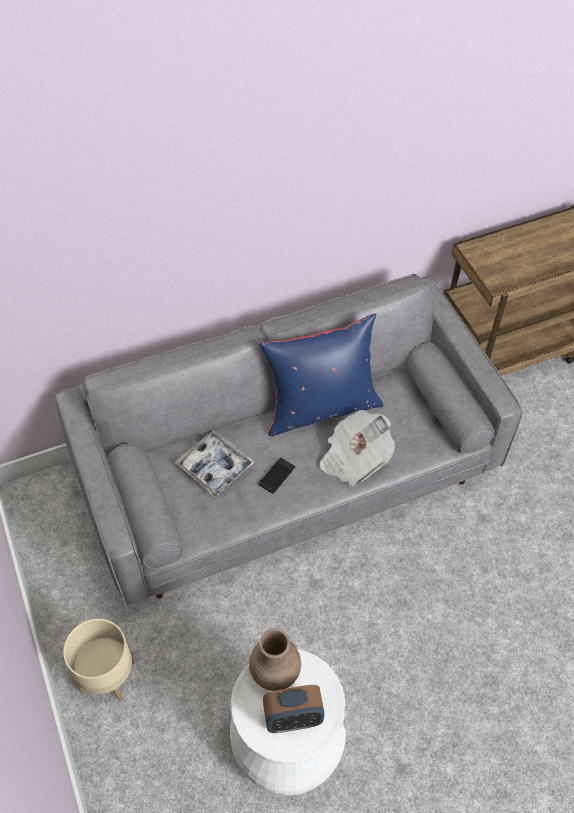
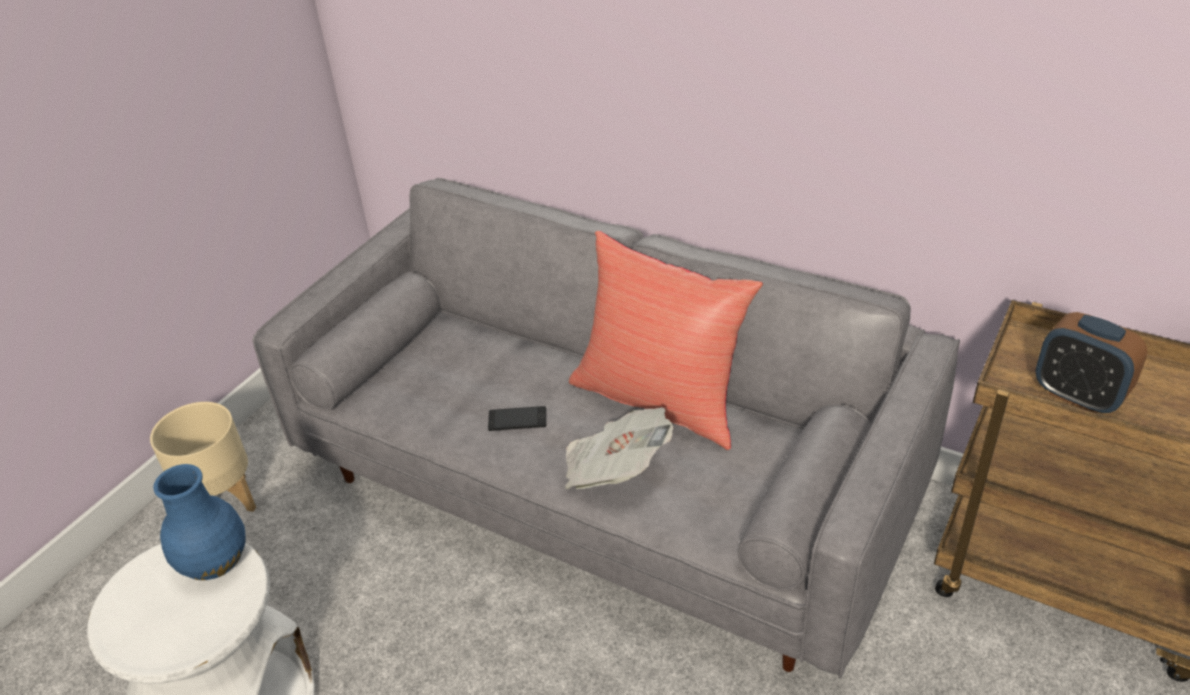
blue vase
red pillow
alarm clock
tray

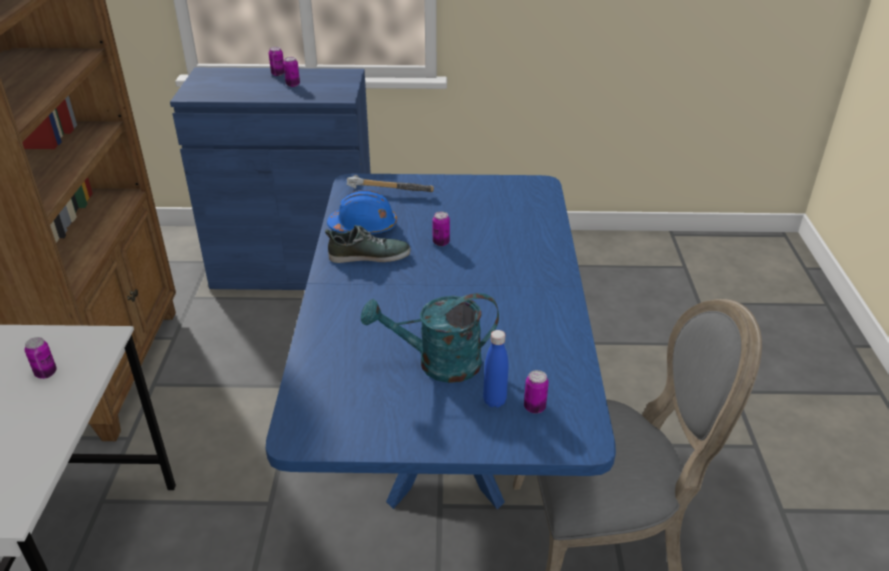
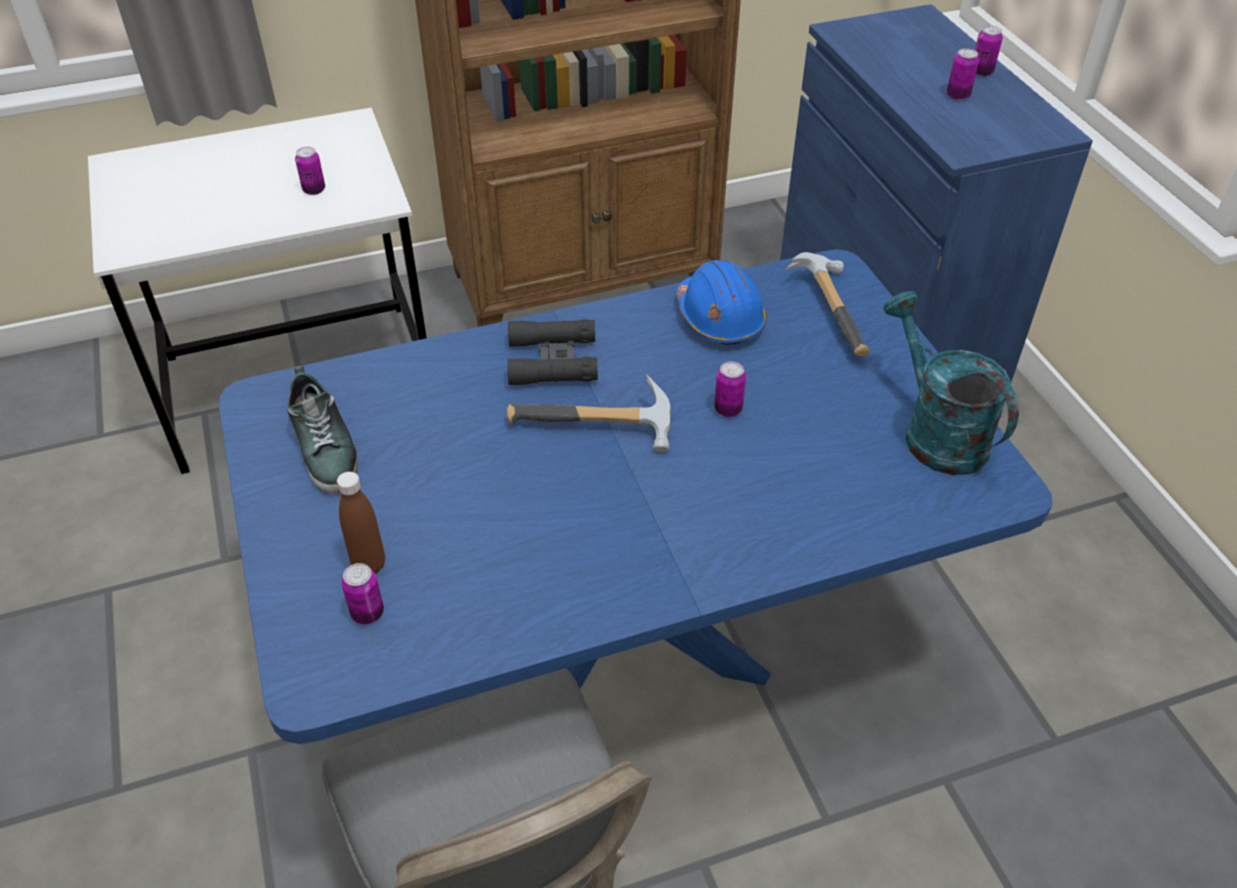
shoe
brown bottle
black binoculars
hammer (no. 1 from left)
turquoise watering can

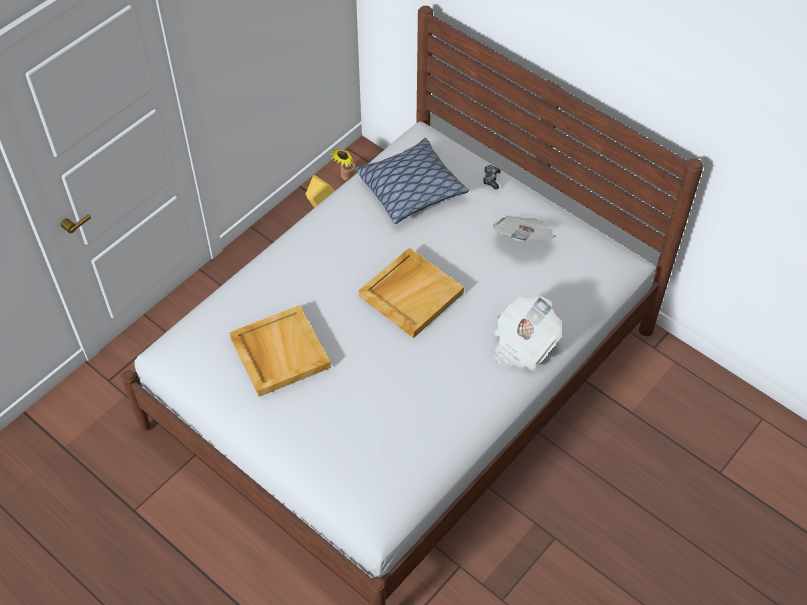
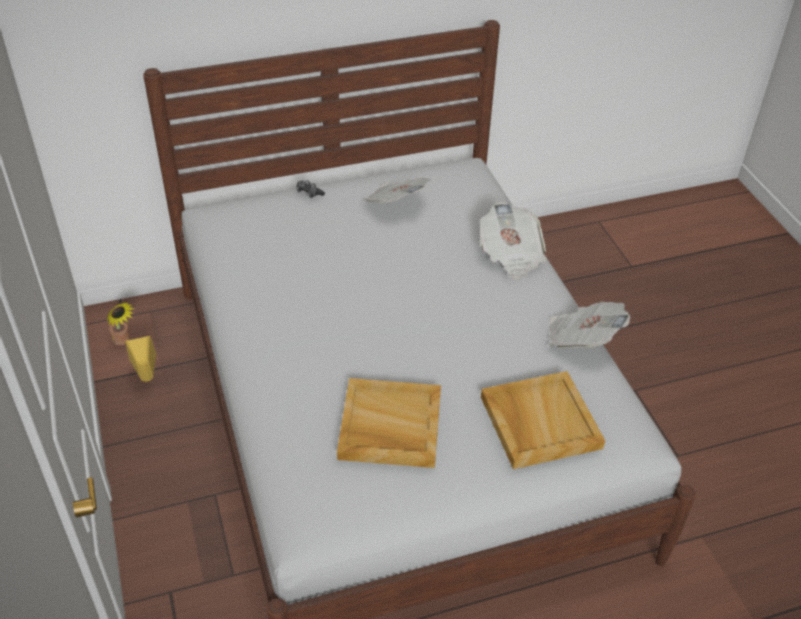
beige tray (no. 2 from left)
newspaper (no. 3 from left)
pillow

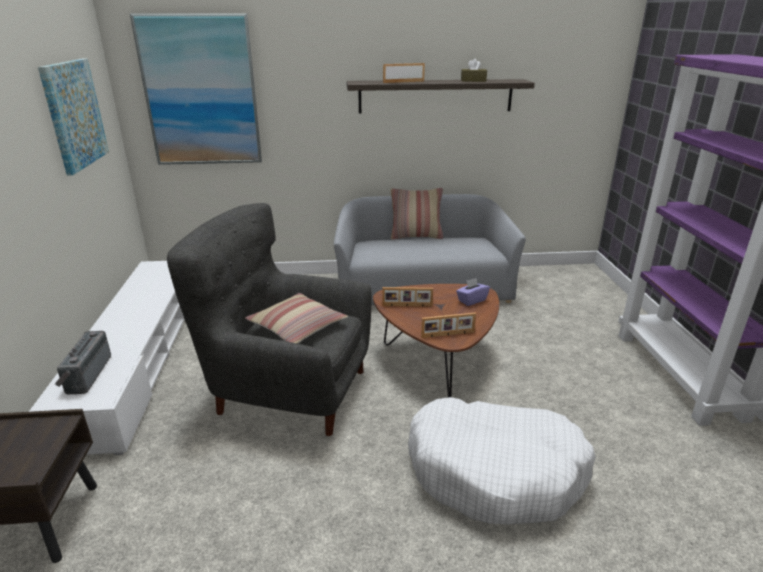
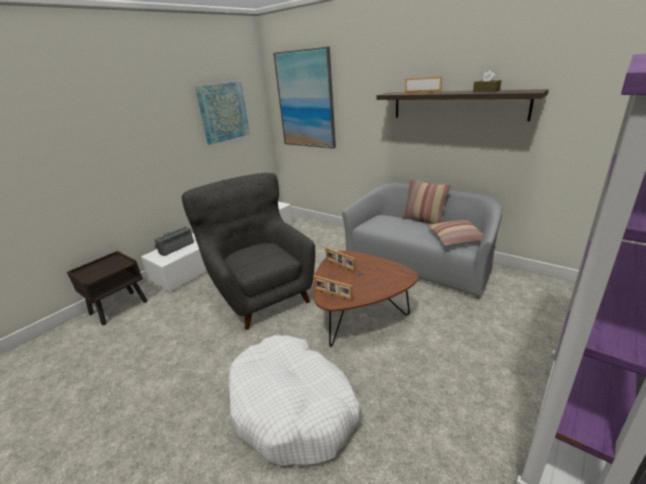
pillow (no. 2 from left)
purple tissue box

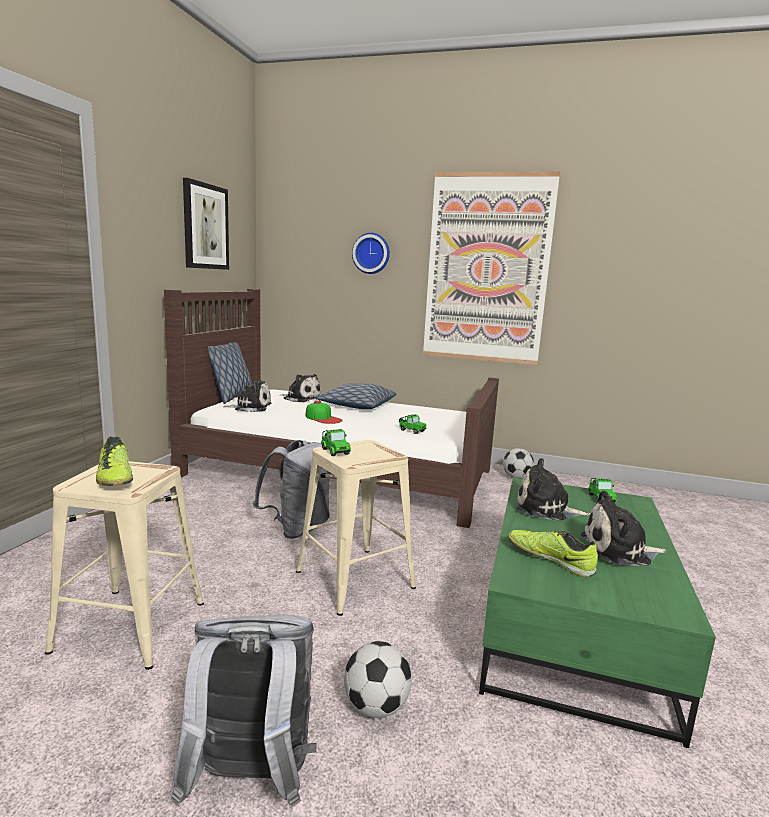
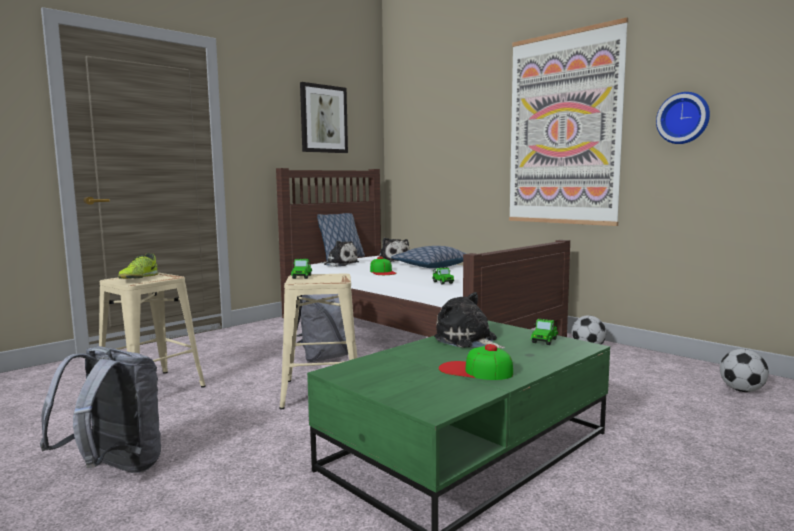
cap (no. 2 from left)
wall clock
football (no. 2 from left)
shoe (no. 2 from left in the first image)

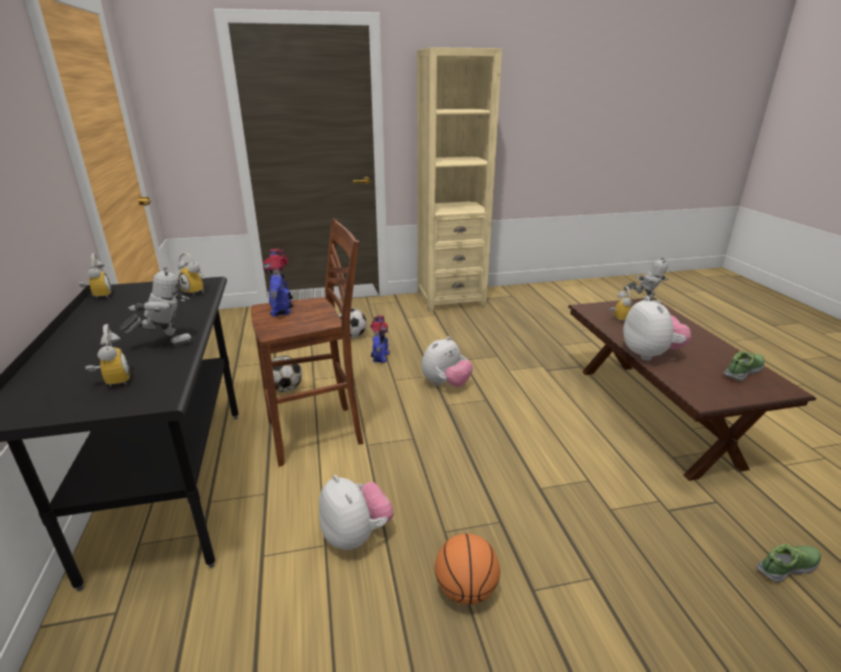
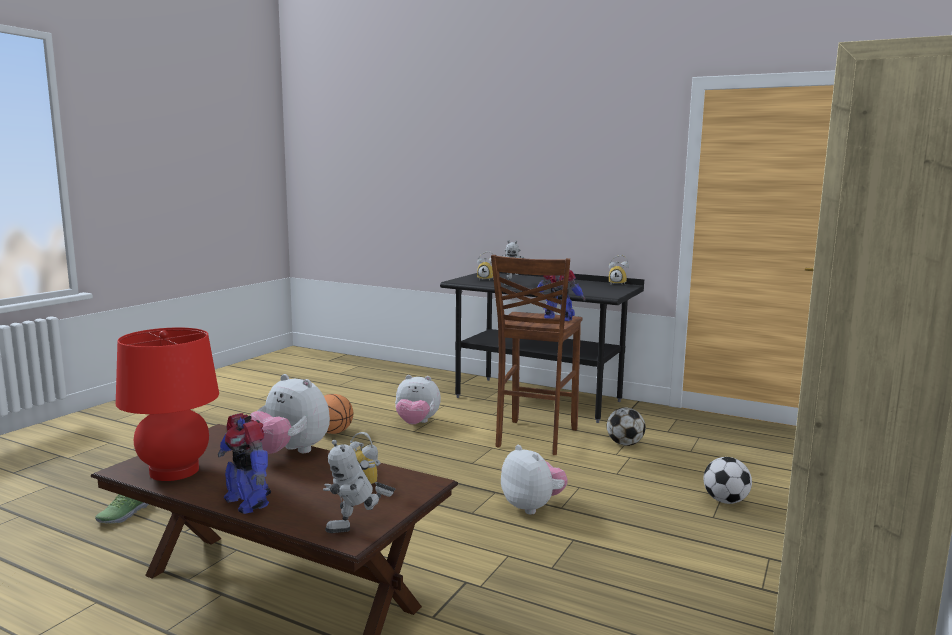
red table lamp
toy robot (no. 1 from left)
plush toy (no. 3 from left)
alarm clock (no. 3 from left in the first image)

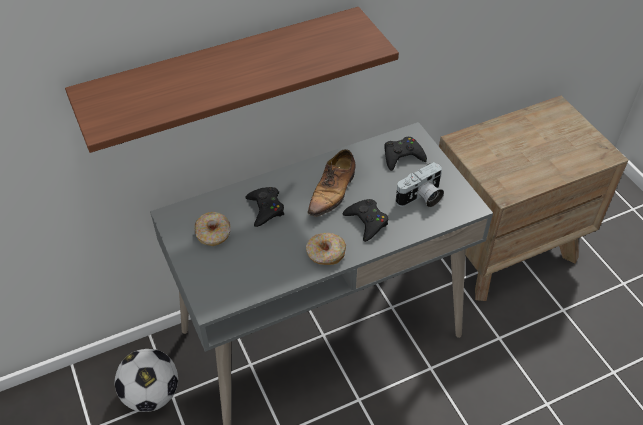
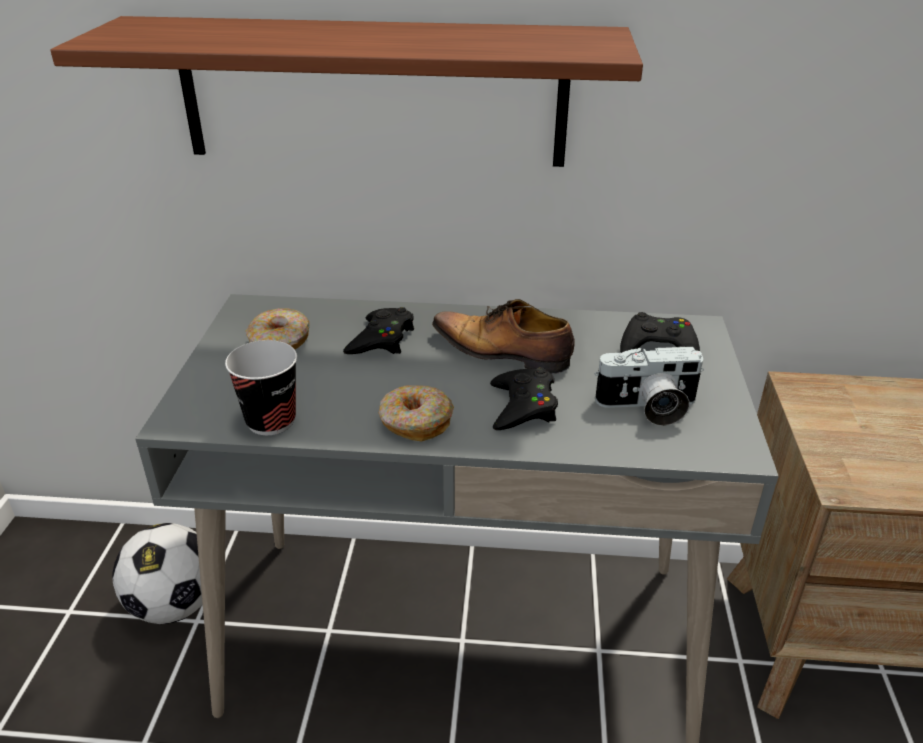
cup
shoe

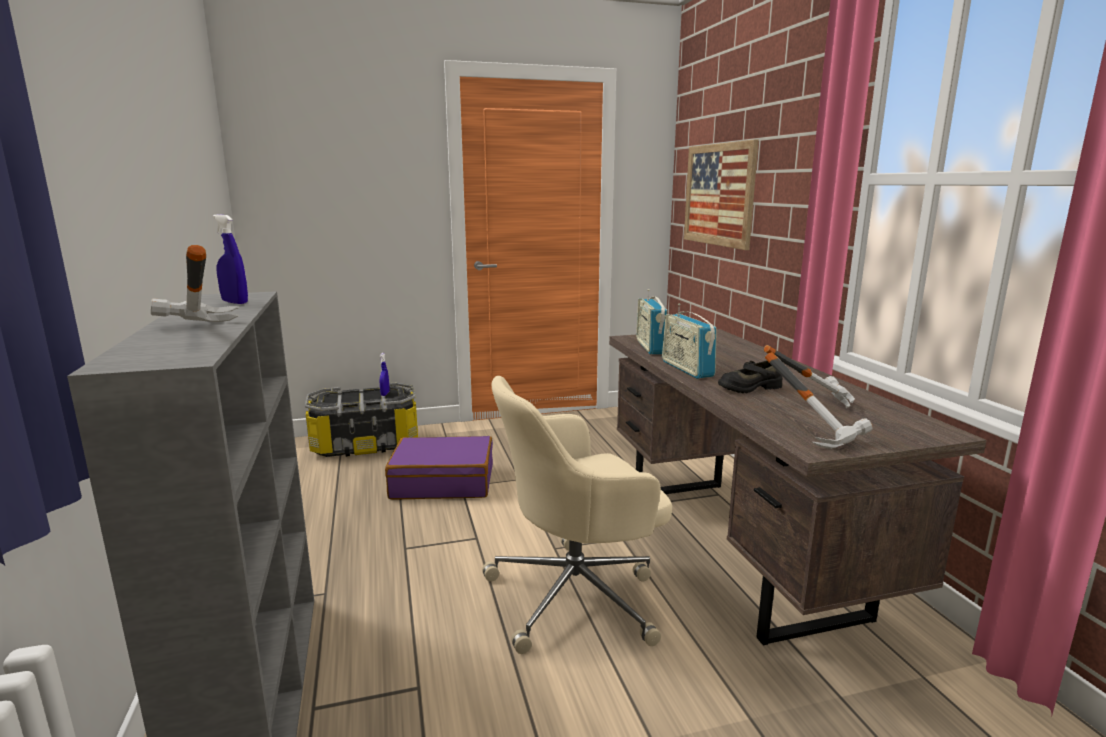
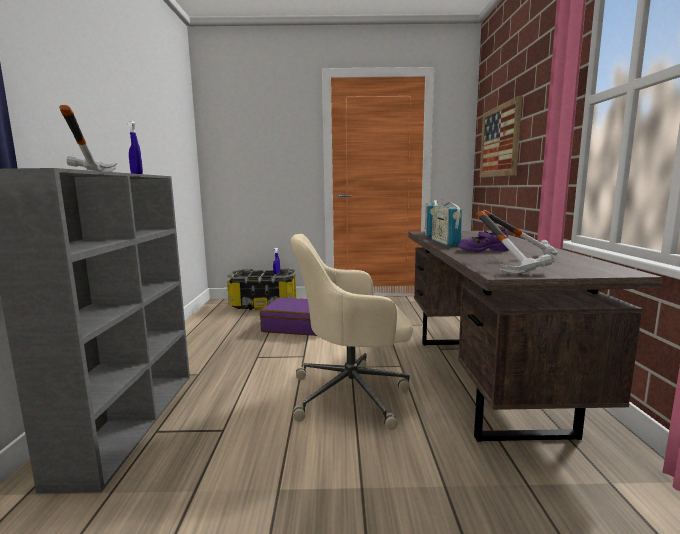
purple shoe

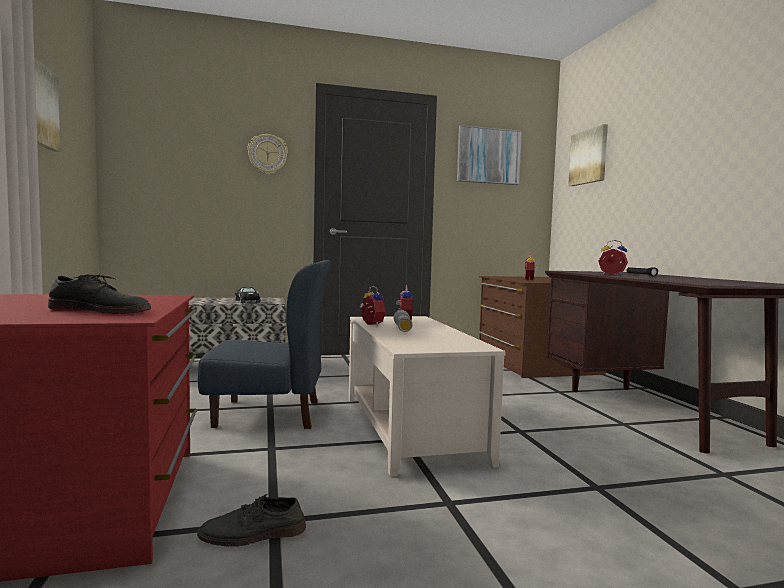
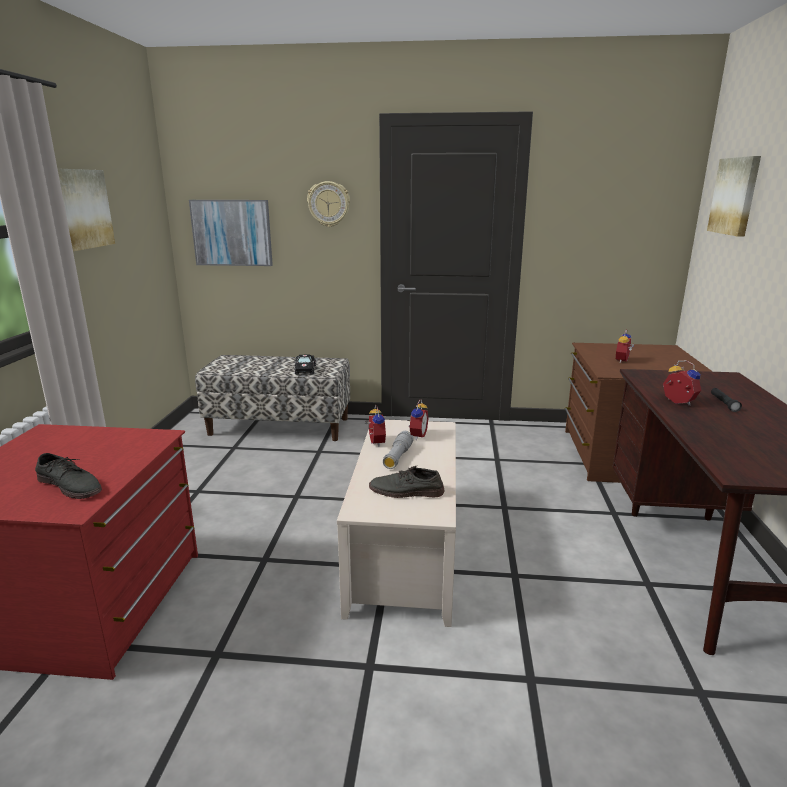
picture (no. 2 from left)
grey shoe (no. 2 from left)
blue chair

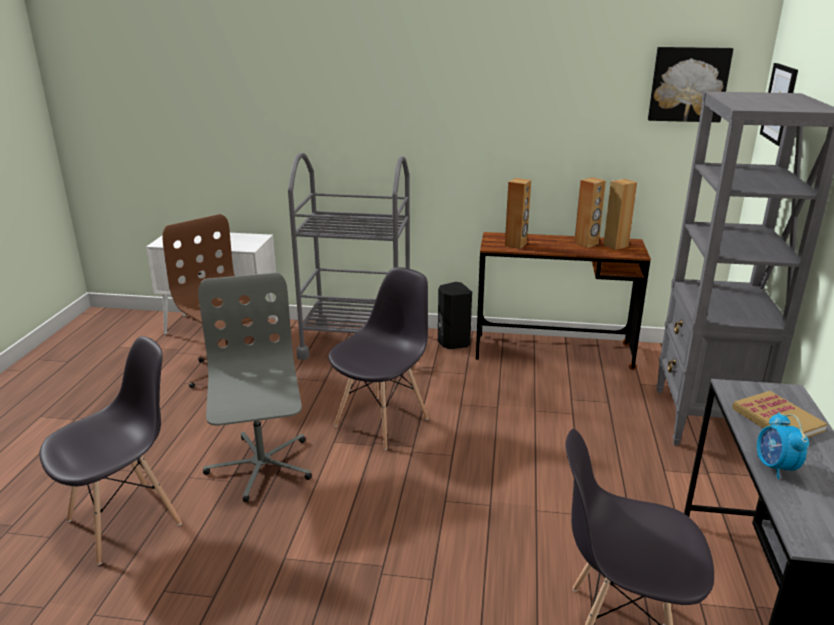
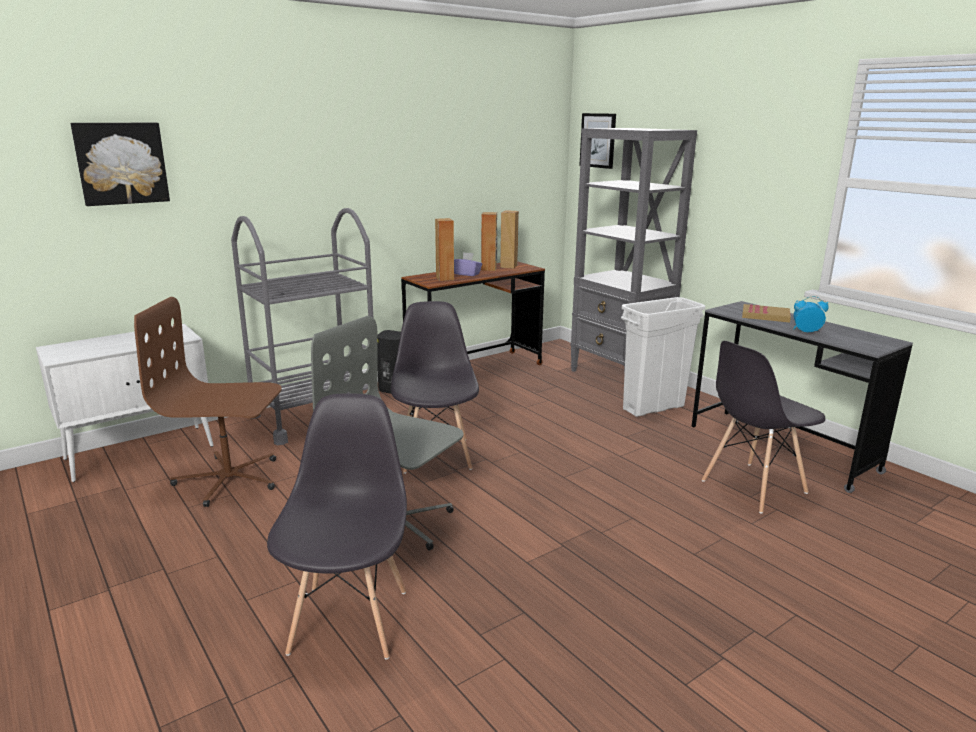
picture (no. 1 from left)
purple tissue box
white trash can
alarm clock

